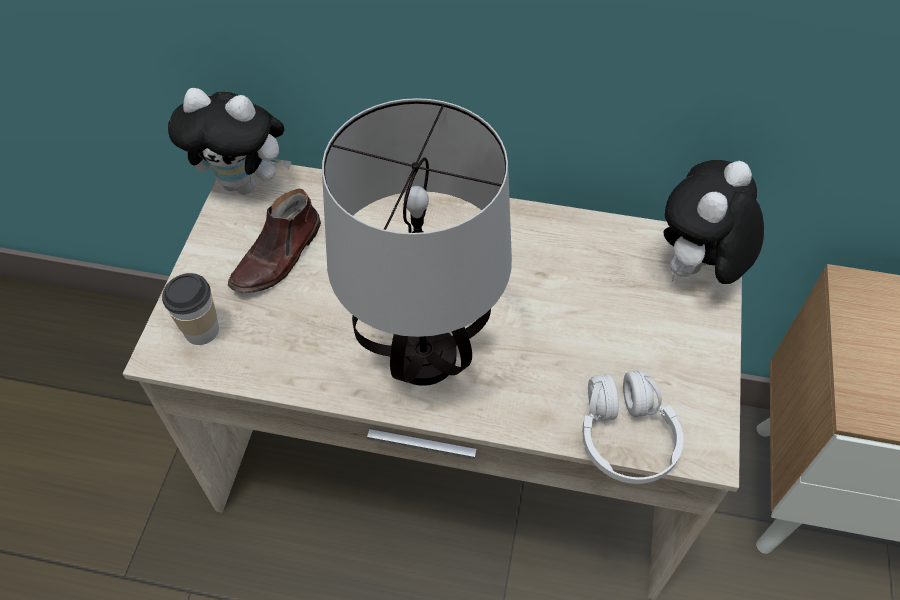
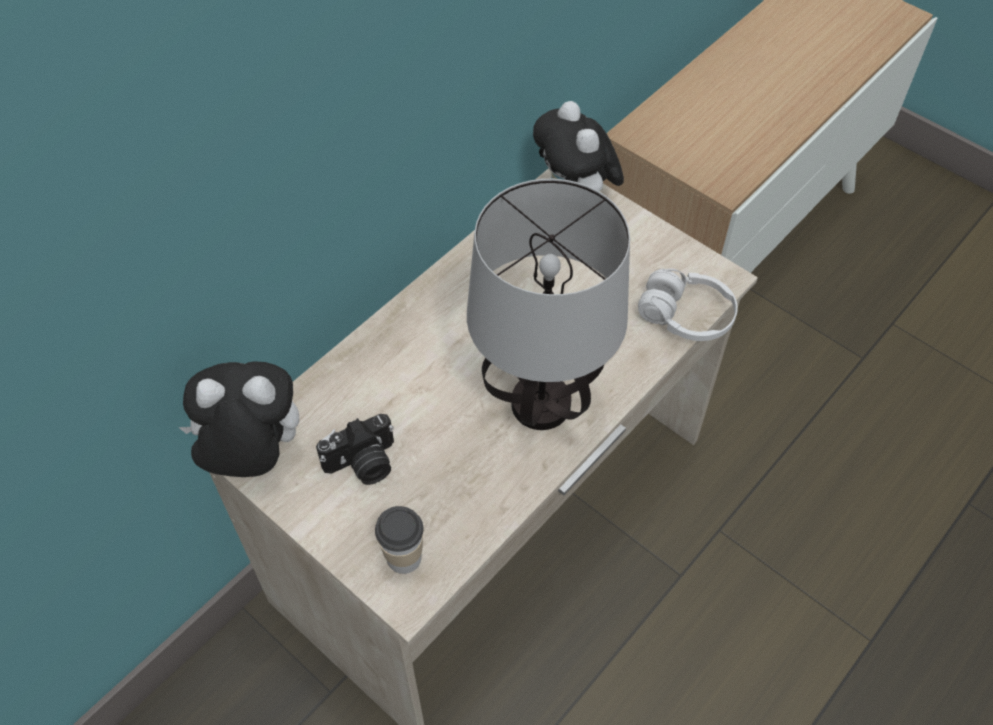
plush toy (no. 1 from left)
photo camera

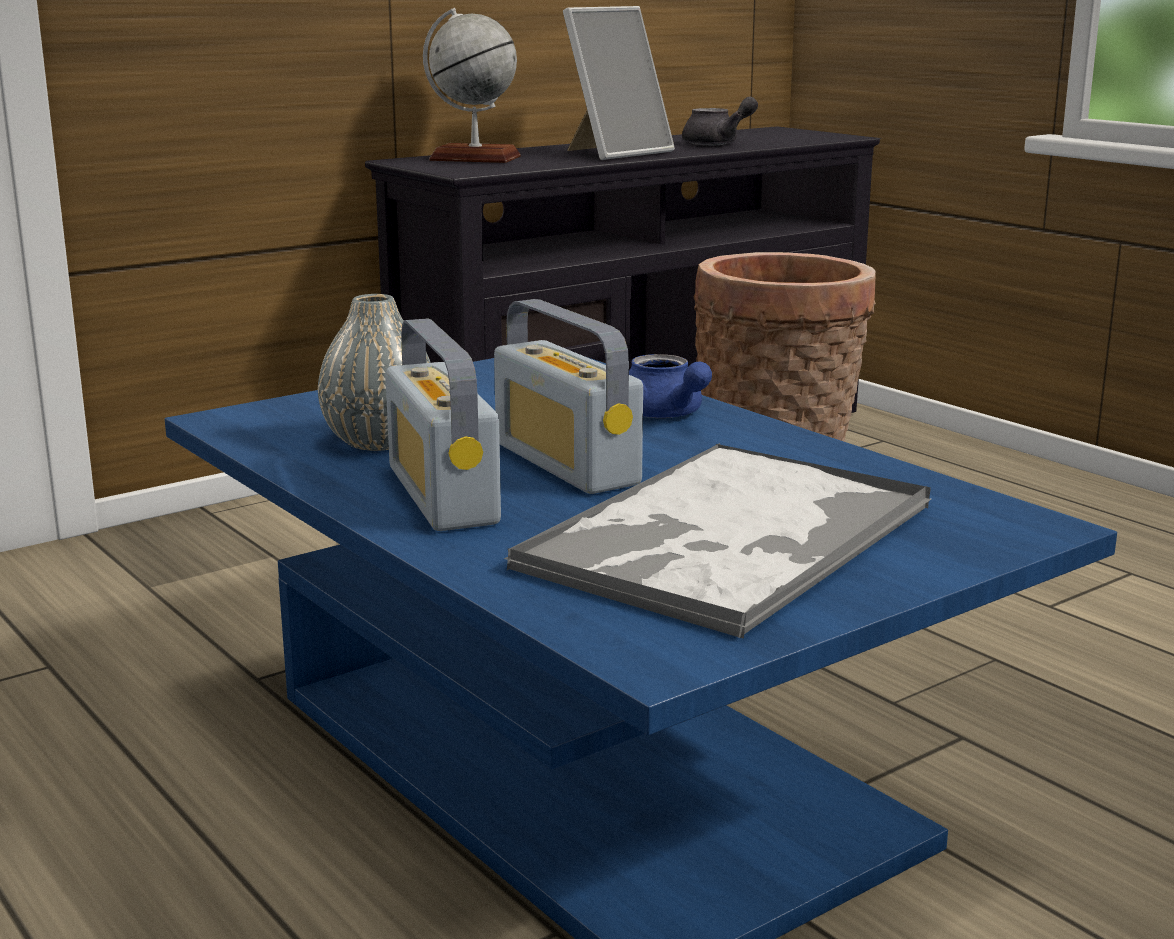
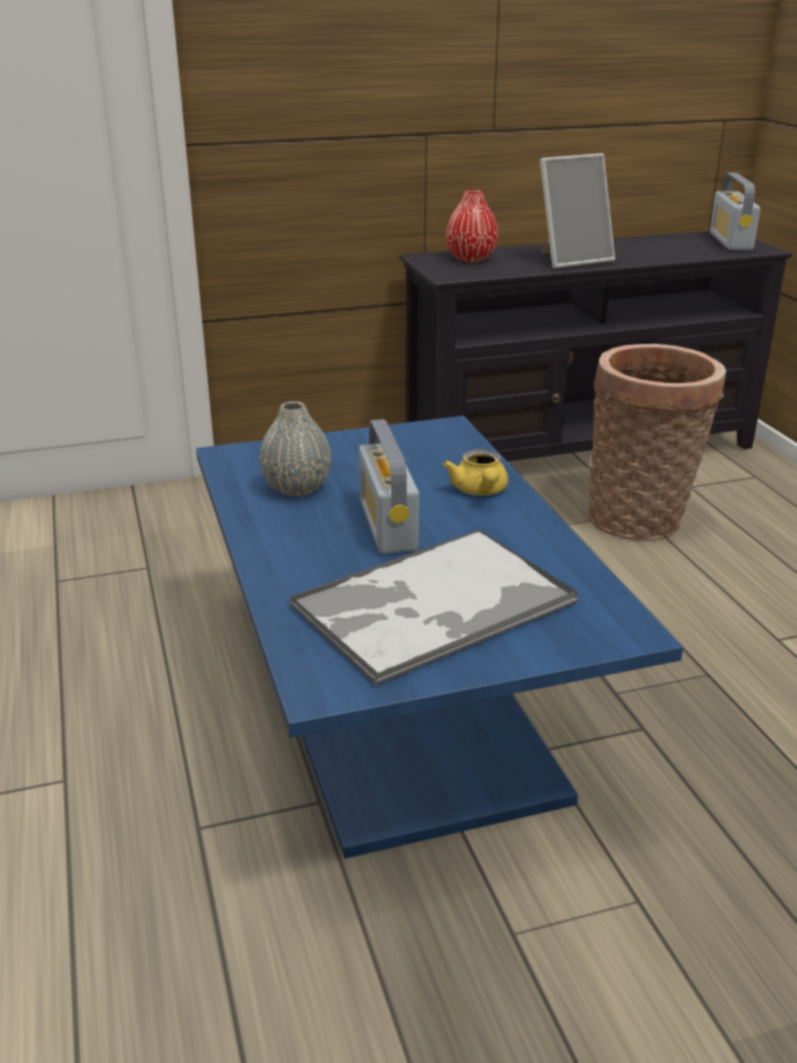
yellow teapot
red vase
radio (no. 2 from left)
grey teapot

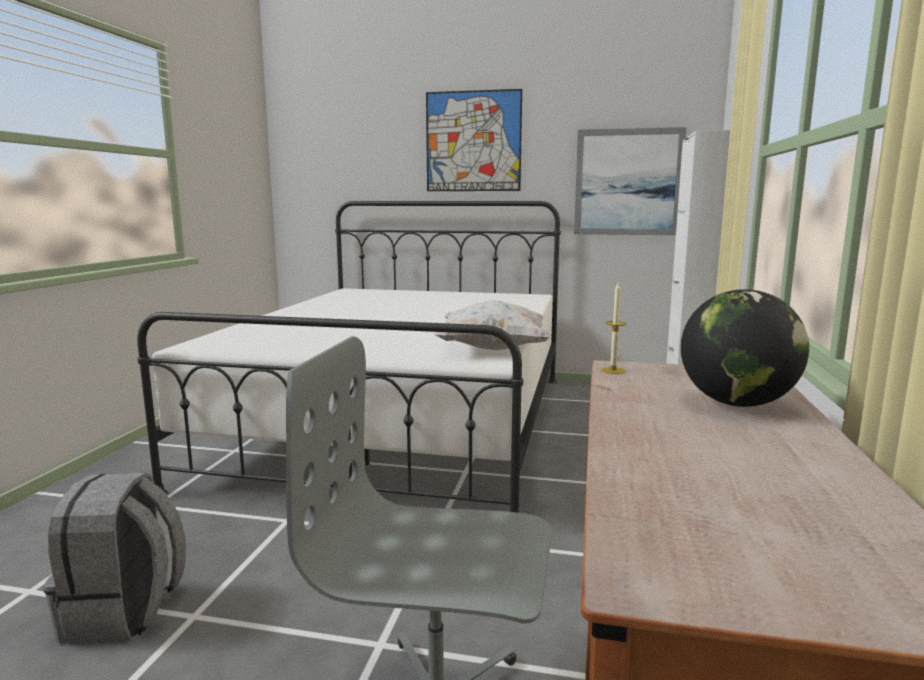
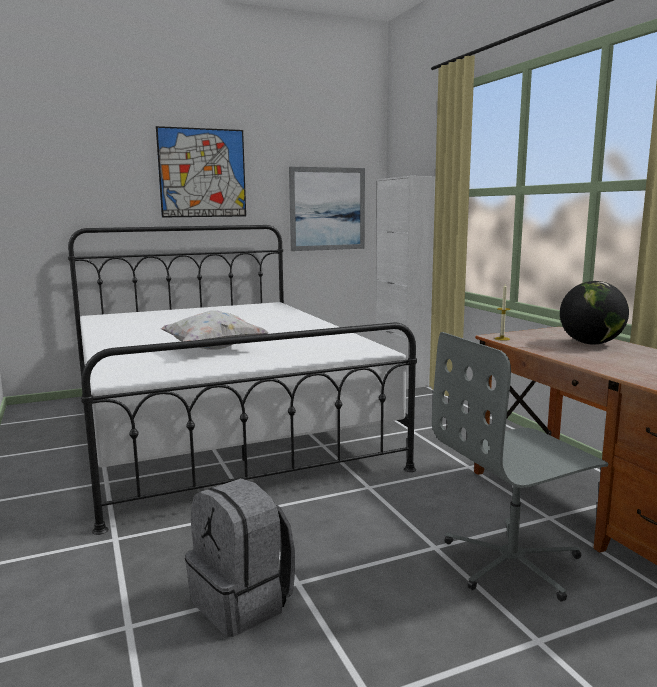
white pillow

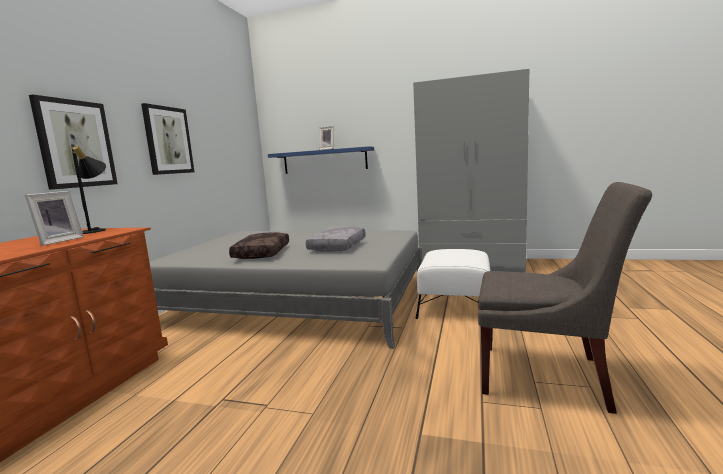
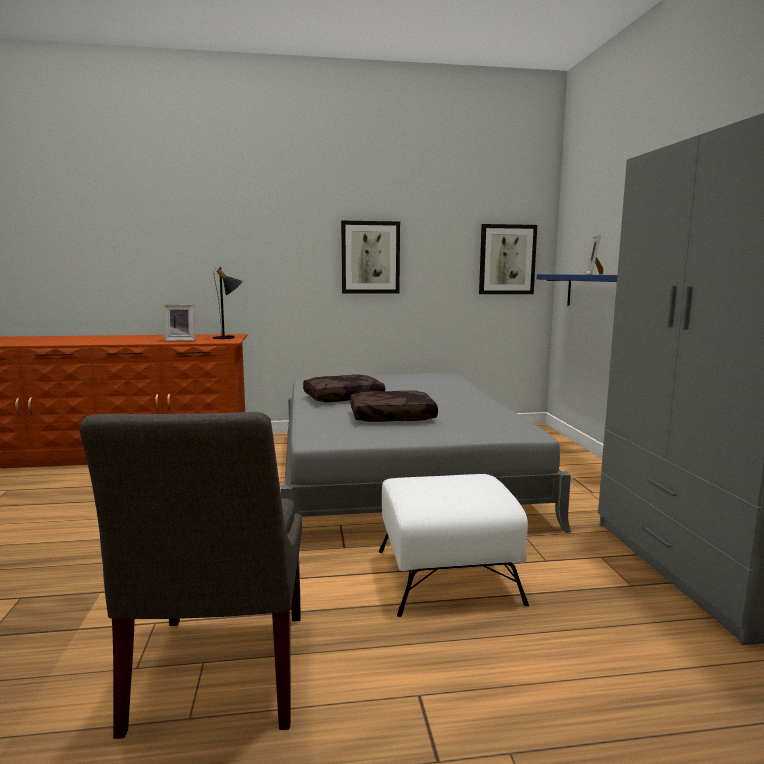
brown pillow (no. 2 from left)
picture (no. 2 from left)

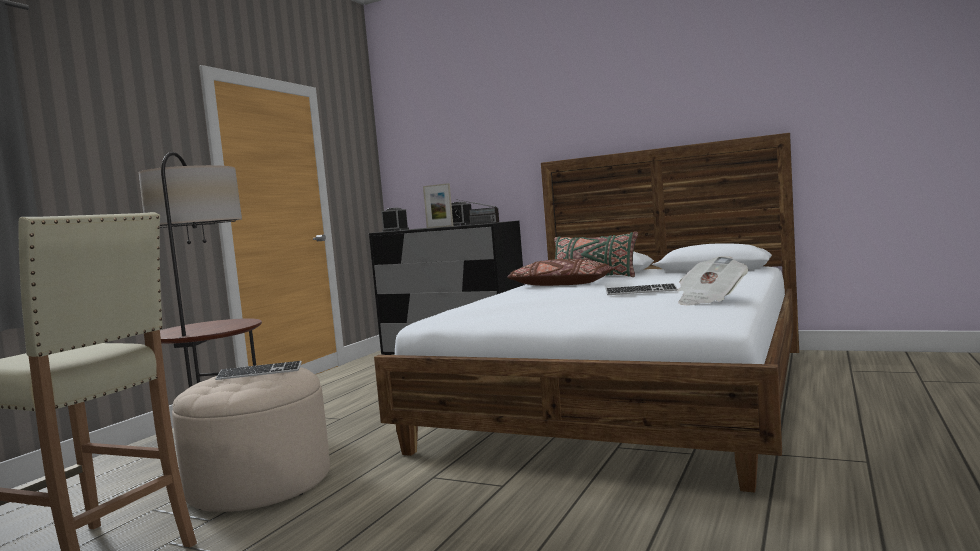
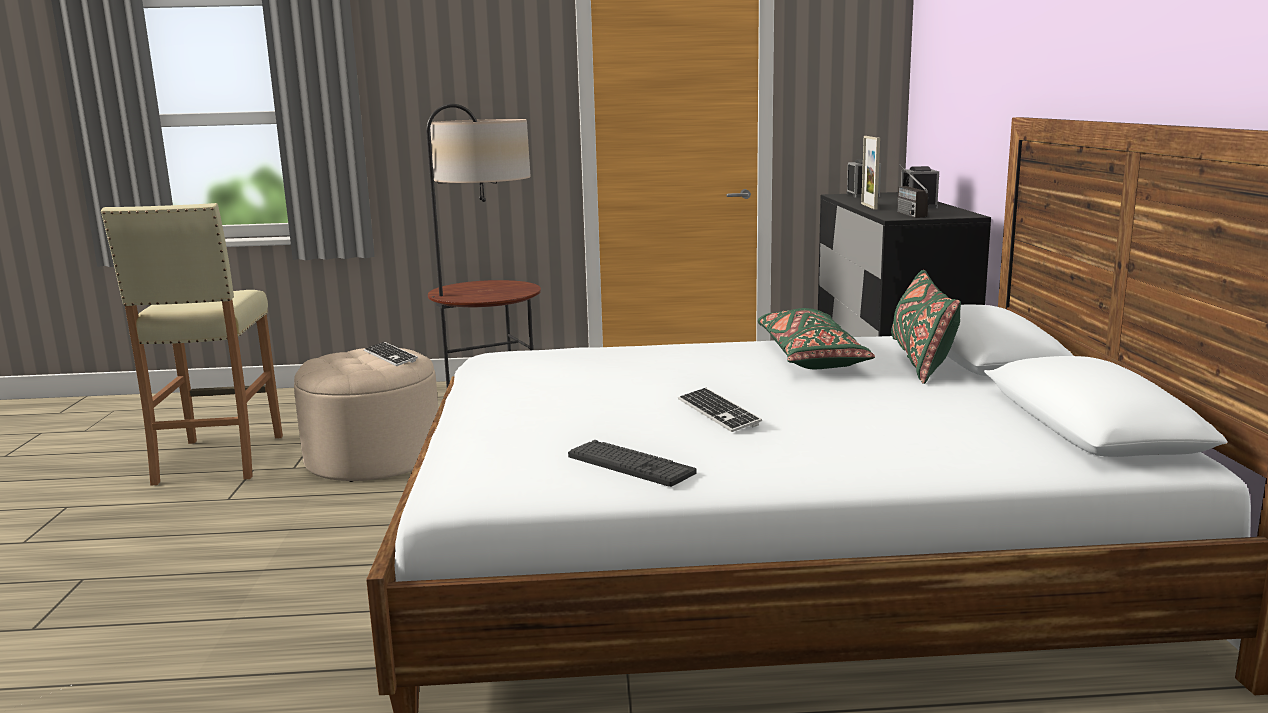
keyboard (no. 2 from left)
green pillow (no. 1 from left)

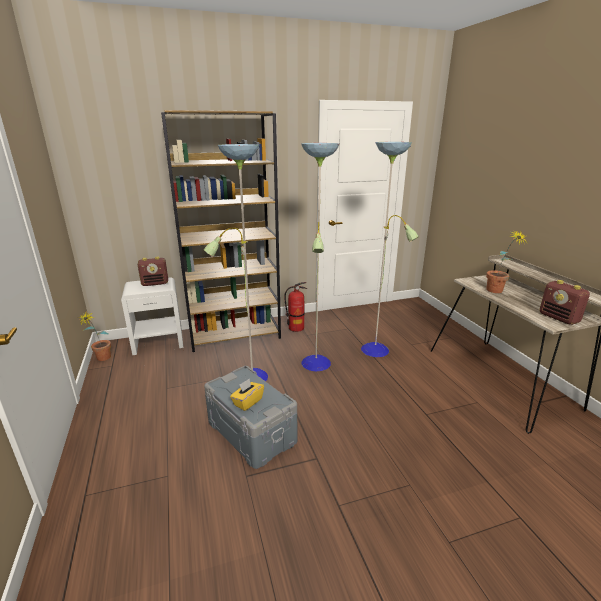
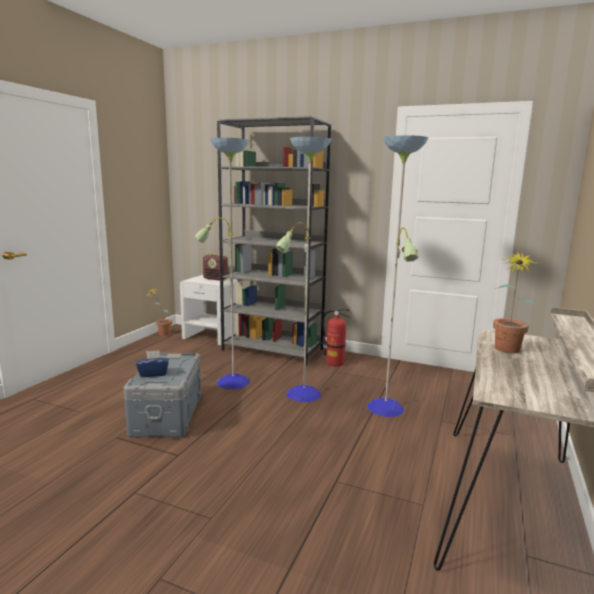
blue tissue box
grey bookcase
radio (no. 2 from left in the first image)

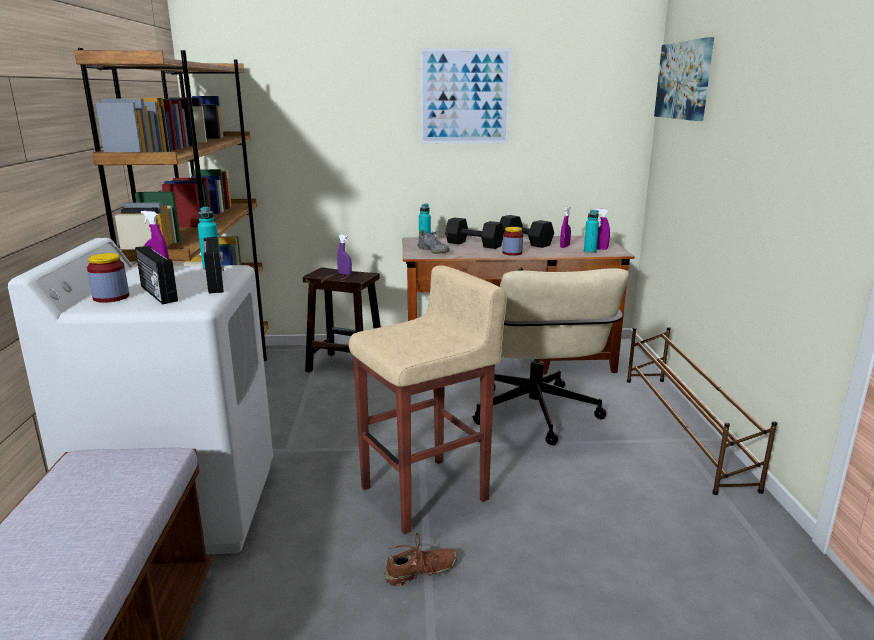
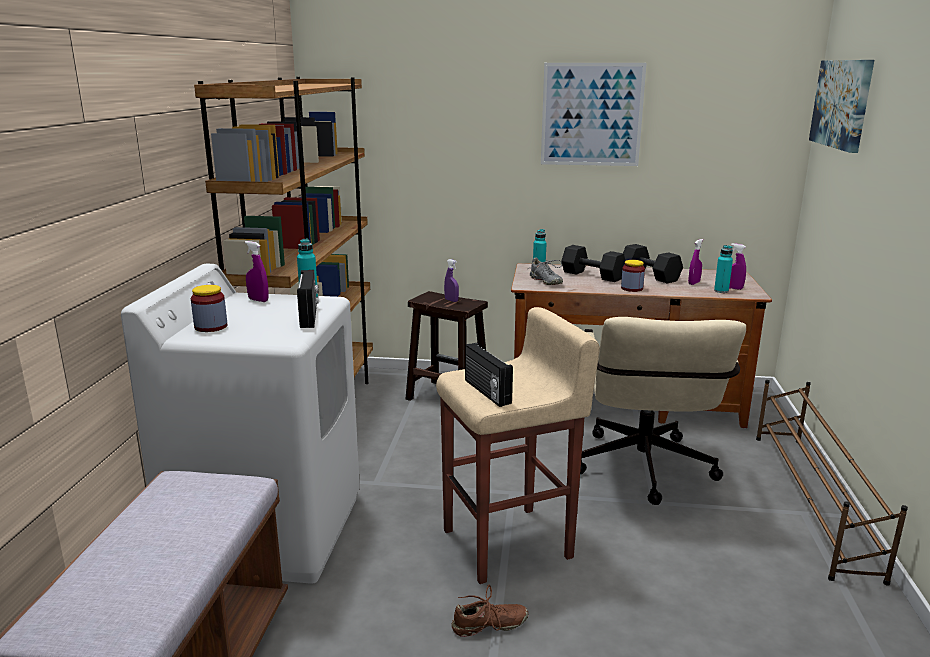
radio (no. 2 from left)

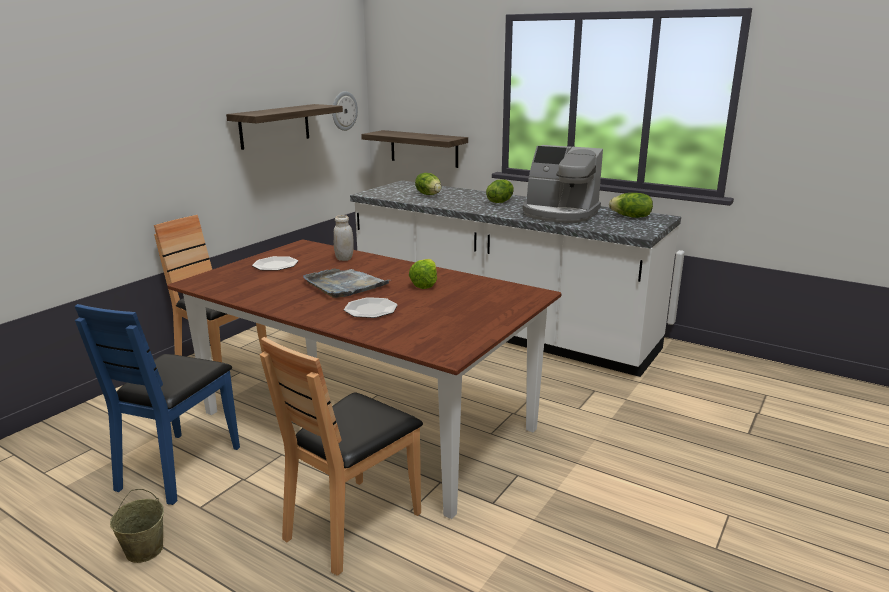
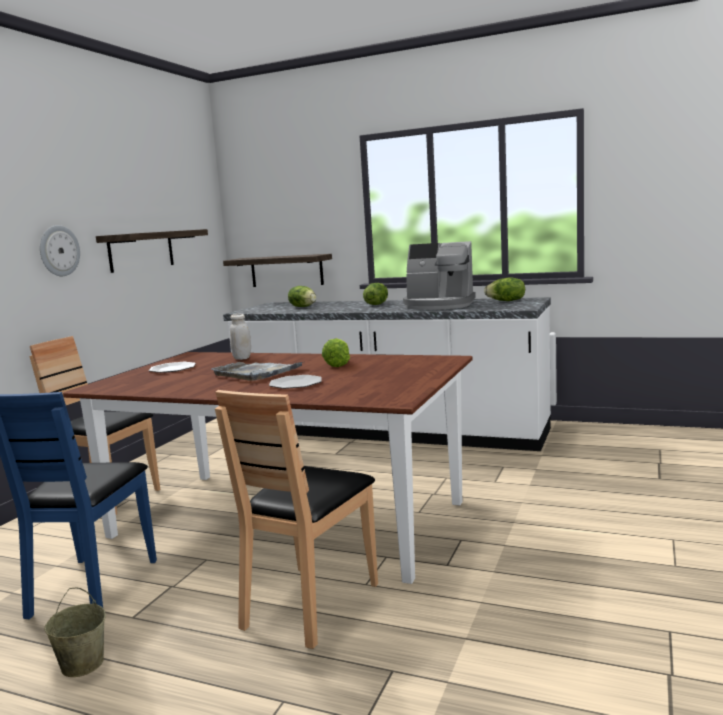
wall clock

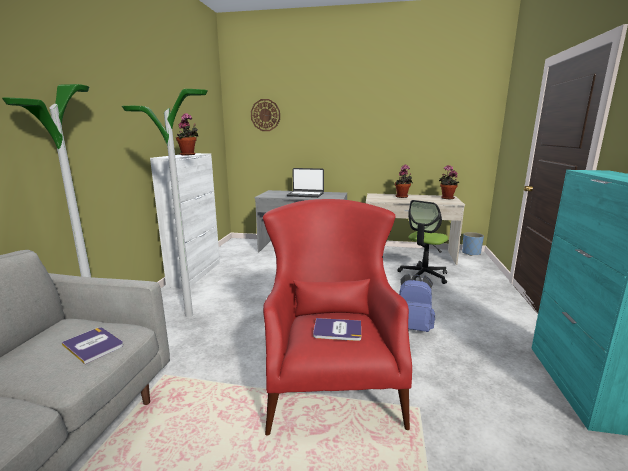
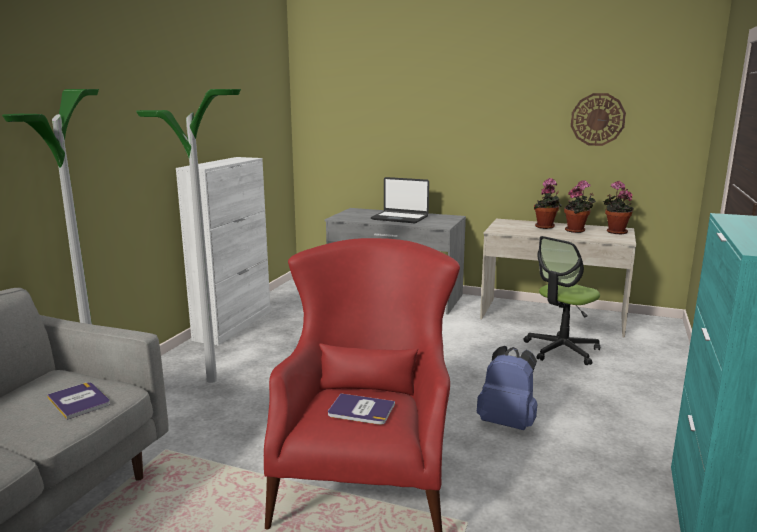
potted plant (no. 2 from left)
wall clock
blue planter

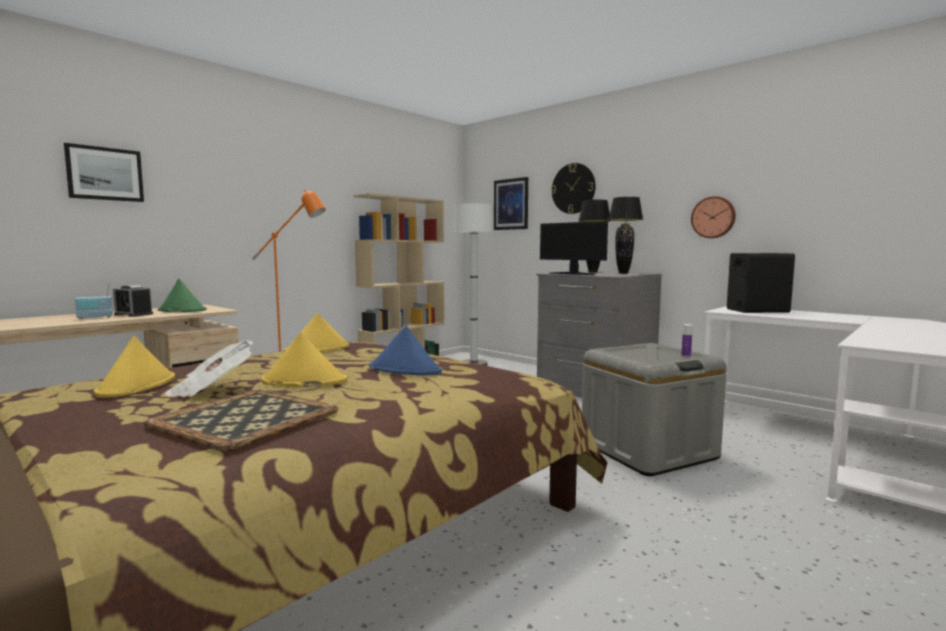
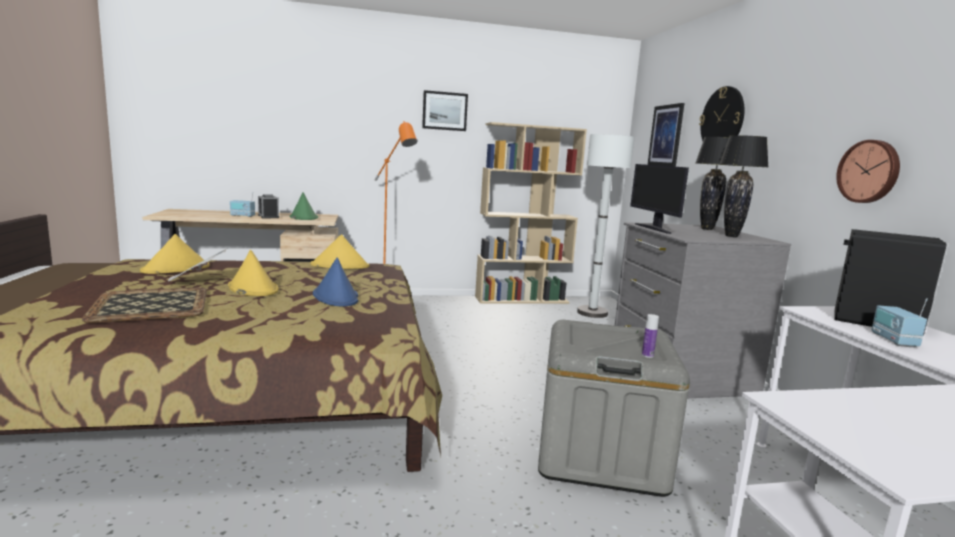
picture (no. 1 from left)
radio (no. 2 from left)

